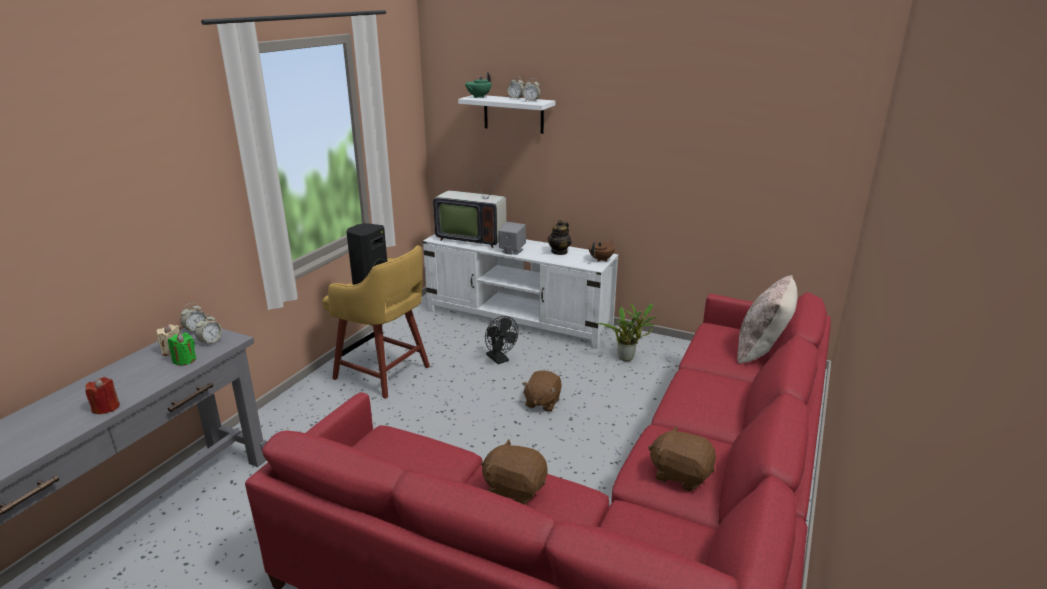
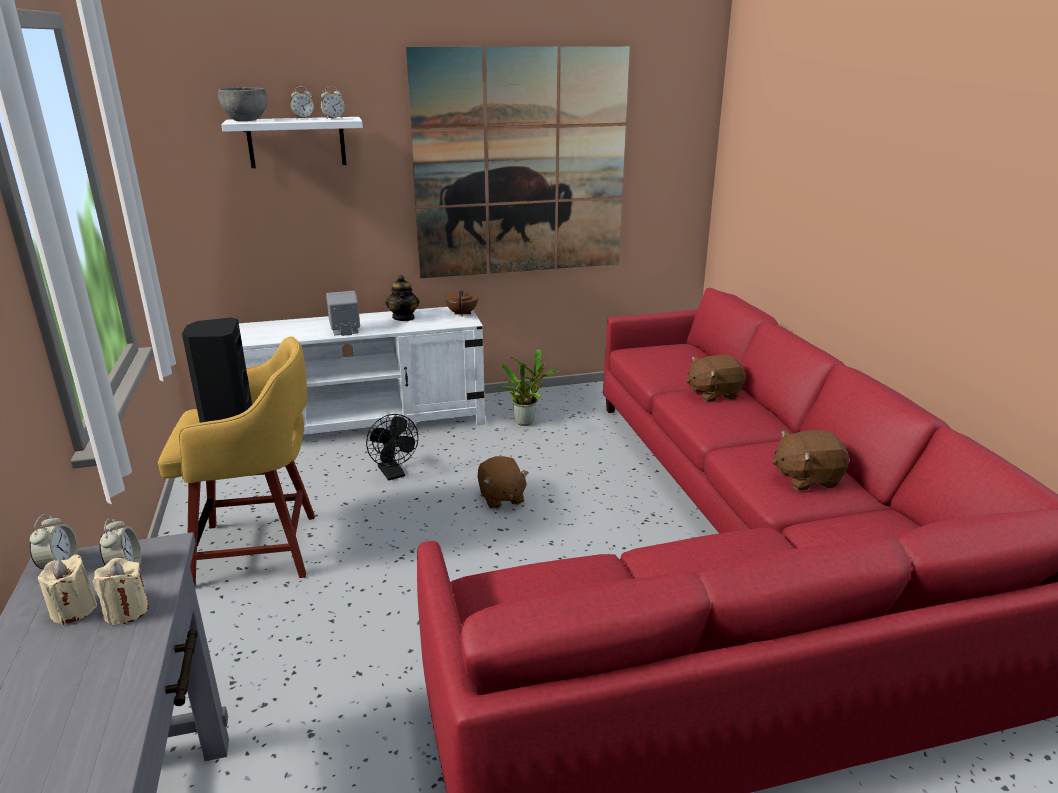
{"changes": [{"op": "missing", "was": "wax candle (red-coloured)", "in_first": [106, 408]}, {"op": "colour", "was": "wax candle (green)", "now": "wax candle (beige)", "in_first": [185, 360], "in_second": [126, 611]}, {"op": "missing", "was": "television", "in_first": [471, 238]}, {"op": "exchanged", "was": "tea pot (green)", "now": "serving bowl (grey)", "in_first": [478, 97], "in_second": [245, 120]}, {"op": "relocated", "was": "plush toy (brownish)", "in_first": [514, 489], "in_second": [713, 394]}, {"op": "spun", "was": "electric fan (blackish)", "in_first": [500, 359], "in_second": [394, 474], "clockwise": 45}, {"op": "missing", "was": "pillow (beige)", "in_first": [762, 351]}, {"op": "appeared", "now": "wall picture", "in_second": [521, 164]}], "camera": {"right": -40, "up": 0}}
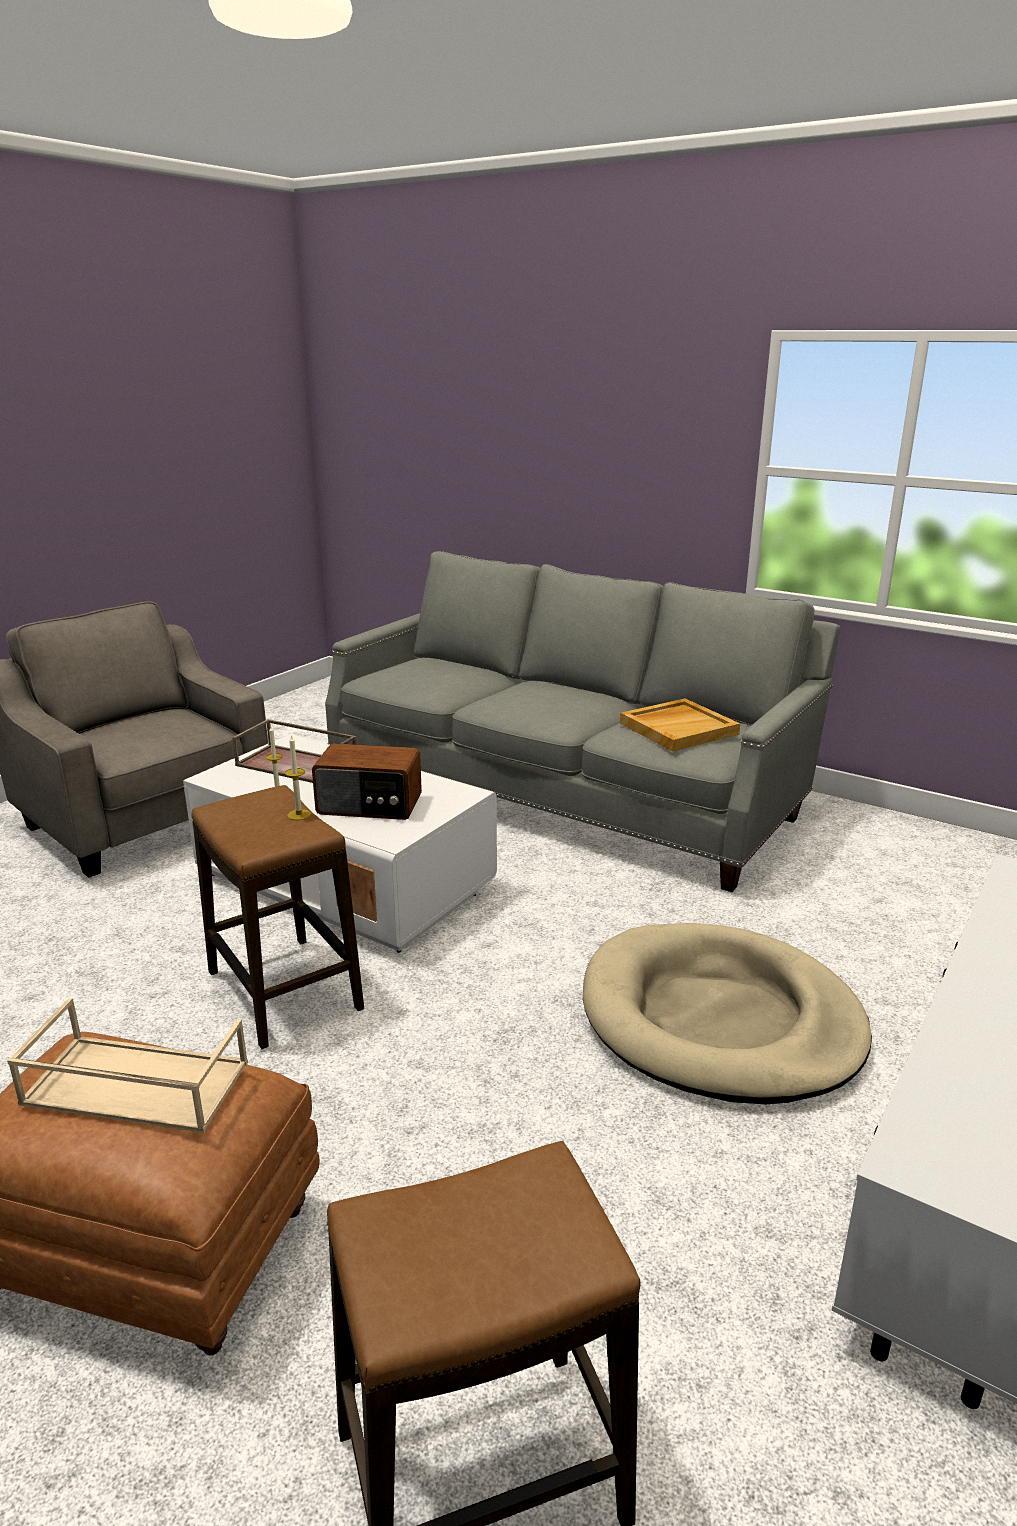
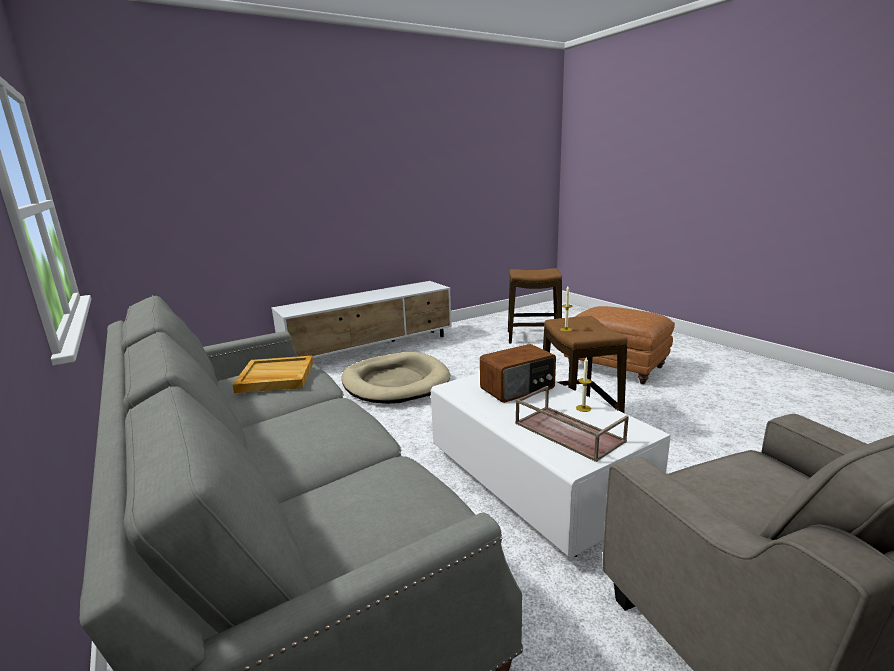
{"changes": [{"op": "missing", "was": "tray (beige)", "in_first": [133, 1084]}, {"op": "spun", "was": "radio", "in_first": [369, 805], "in_second": [518, 388], "clockwise": 120}], "camera": {"right": -155, "up": -5}}
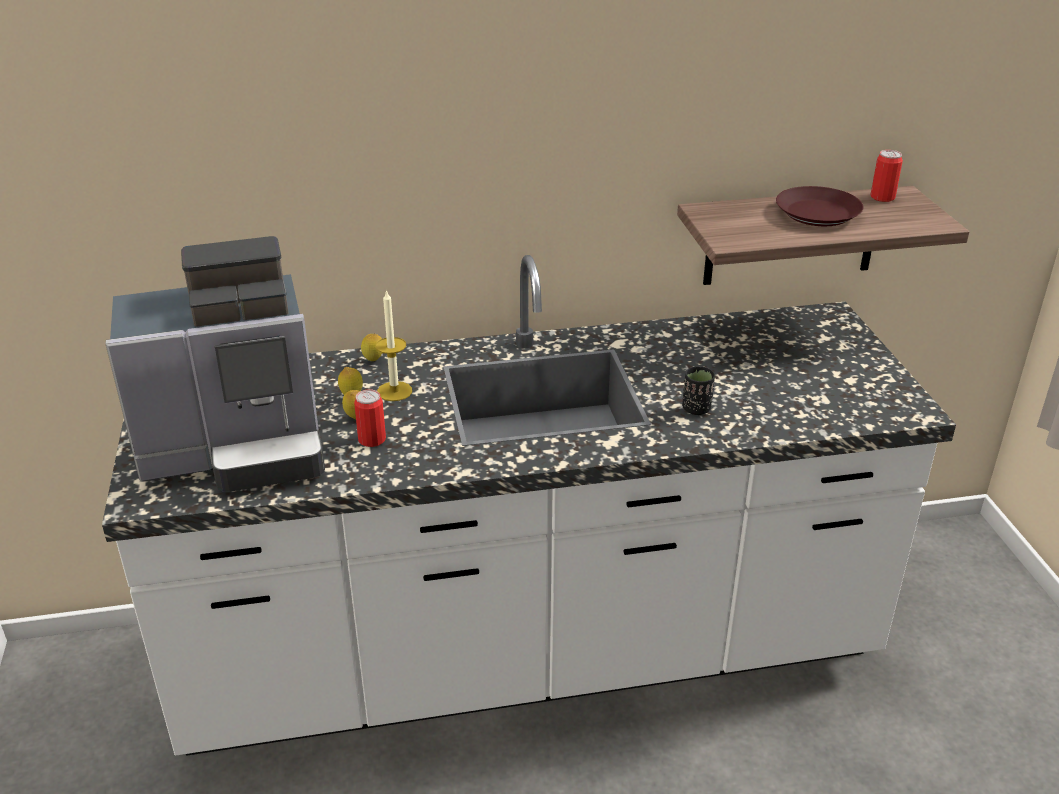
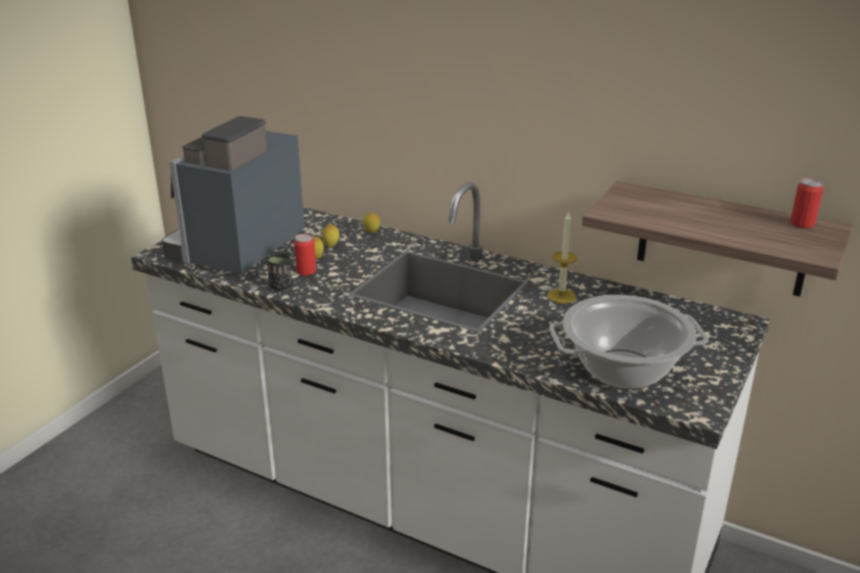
{"changes": [{"op": "spun", "was": "coffee maker", "in_first": [239, 449], "in_second": [237, 249], "clockwise": 90}, {"op": "relocated", "was": "wax candle", "in_first": [394, 391], "in_second": [561, 296]}, {"op": "relocated", "was": "cup (blackish)", "in_first": [696, 409], "in_second": [280, 287]}, {"op": "missing", "was": "flat dish (brownish)", "in_first": [817, 214]}, {"op": "appeared", "now": "stockpot", "in_second": [623, 370]}], "camera": {"right": 40, "up": -5}}
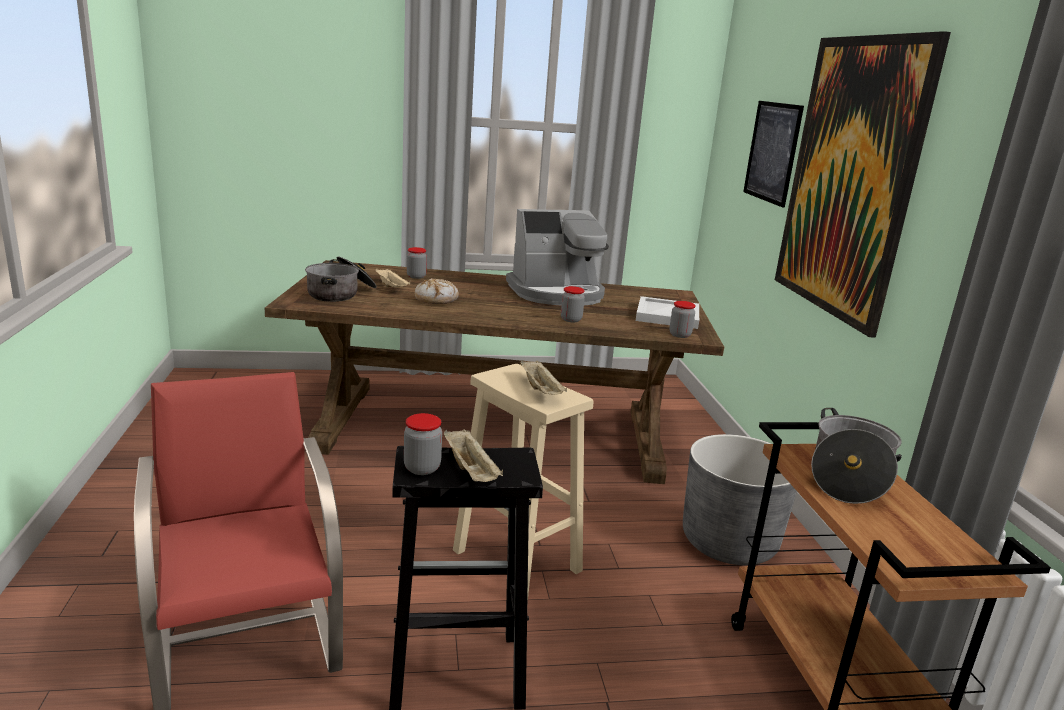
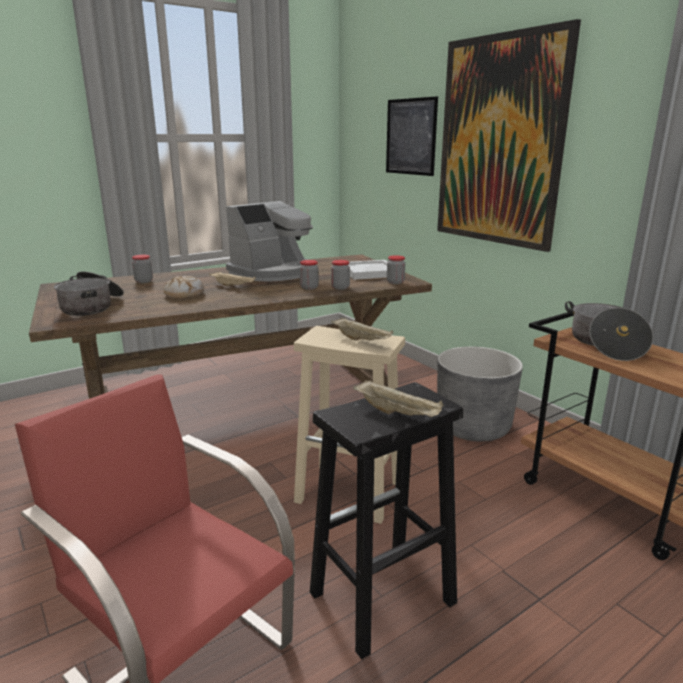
{"changes": [{"op": "relocated", "was": "tray (beige)", "in_first": [392, 287], "in_second": [233, 286]}, {"op": "relocated", "was": "jar", "in_first": [422, 468], "in_second": [340, 288]}], "camera": {"right": -25, "up": 0}}
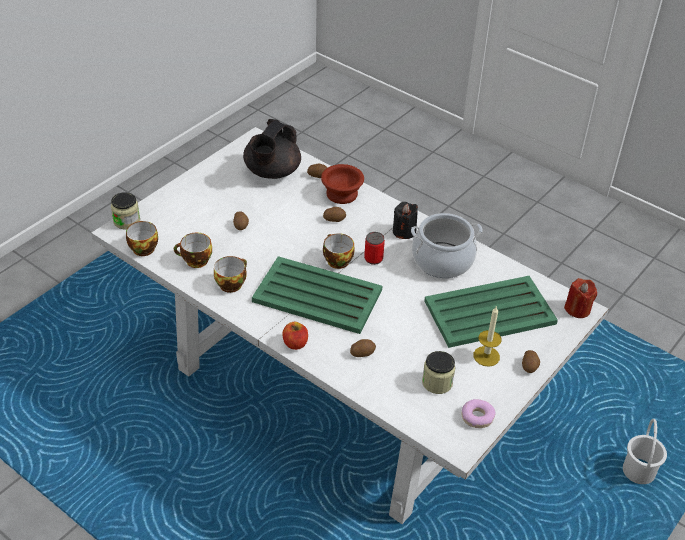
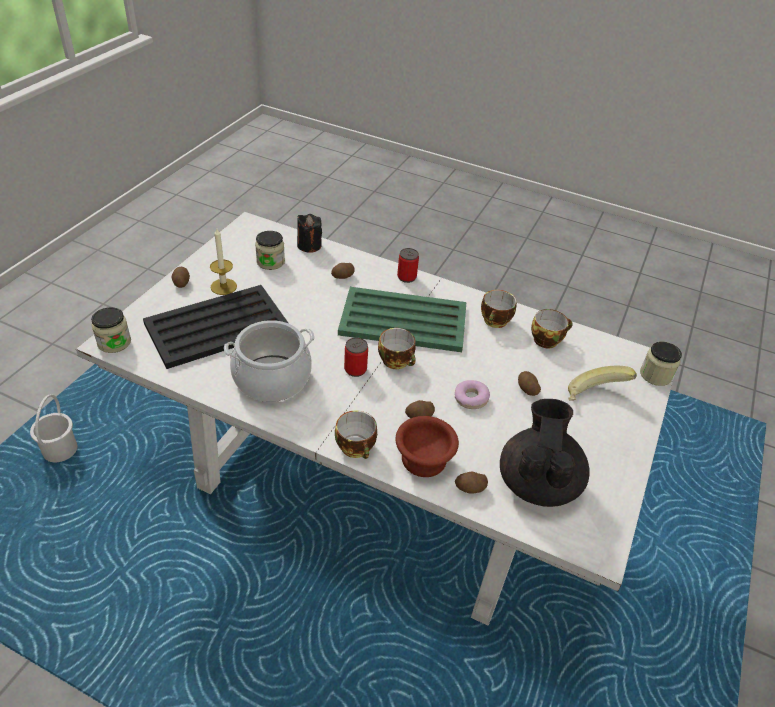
{"changes": [{"op": "relocated", "was": "cup", "in_first": [142, 248], "in_second": [357, 448]}, {"op": "exchanged", "was": "whole apple", "now": "metal can", "in_first": [295, 343], "in_second": [406, 277]}, {"op": "relocated", "was": "wax candle (blackish)", "in_first": [404, 231], "in_second": [309, 245]}, {"op": "colour", "was": "tray (green)", "now": "tray (blackish)", "in_first": [491, 312], "in_second": [215, 327]}, {"op": "relocated", "was": "donut", "in_first": [477, 417], "in_second": [470, 398]}, {"op": "exchanged", "was": "wax candle (red-coloured)", "now": "jar", "in_first": [577, 309], "in_second": [114, 342]}, {"op": "appeared", "now": "whole banana", "in_second": [594, 397]}], "camera": {"right": 165, "up": 0}}
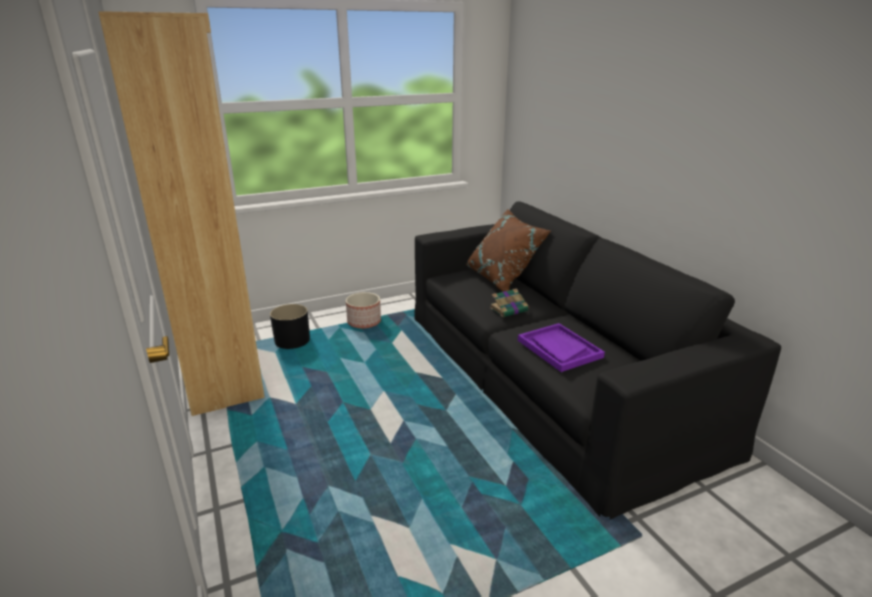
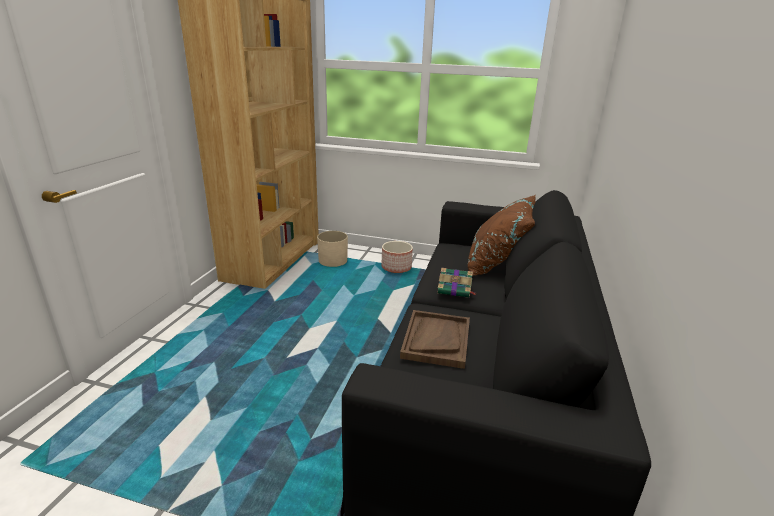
{"changes": [{"op": "colour", "was": "planter (blackish)", "now": "planter (beige)", "in_first": [292, 340], "in_second": [333, 261]}, {"op": "colour", "was": "tray (purplish)", "now": "tray (brownish)", "in_first": [559, 348], "in_second": [436, 340]}], "camera": {"right": 40, "up": 0}}
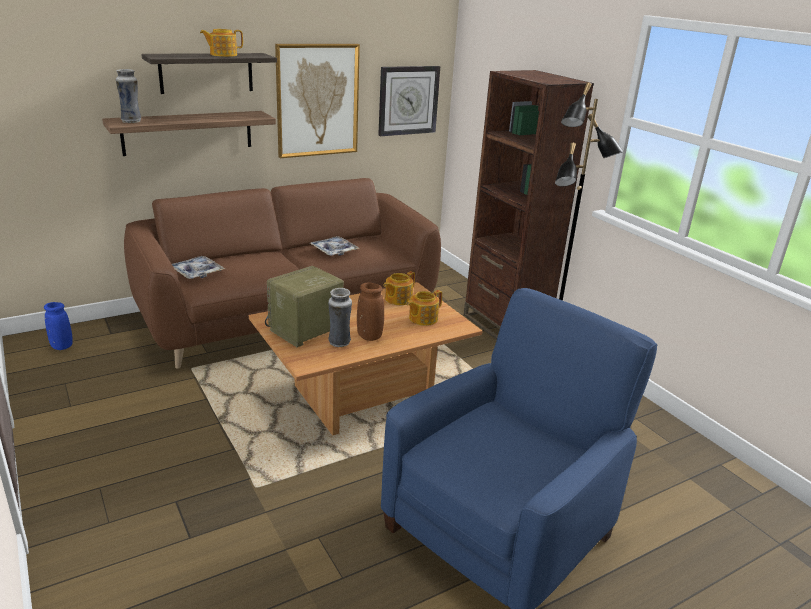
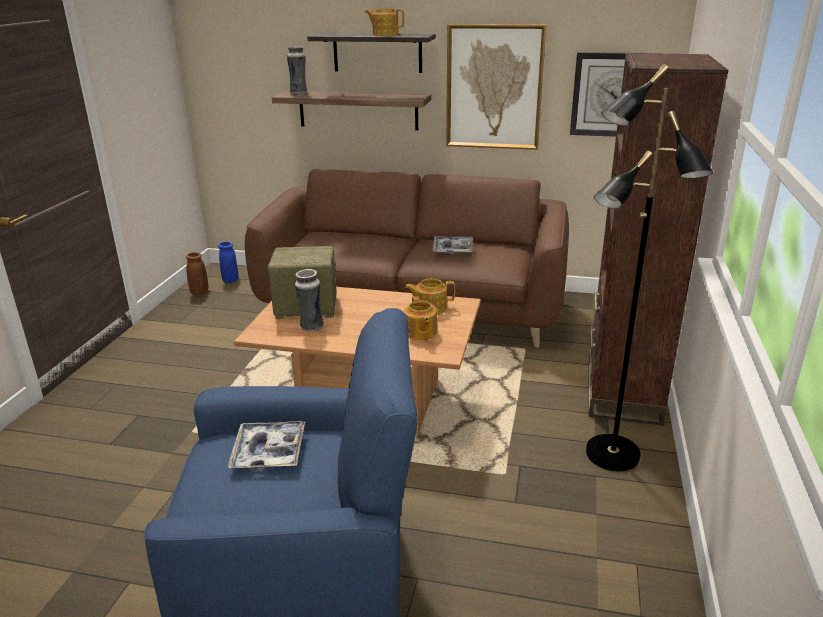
{"changes": [{"op": "relocated", "was": "tray", "in_first": [197, 272], "in_second": [268, 452]}, {"op": "relocated", "was": "flower vase (brownish)", "in_first": [369, 336], "in_second": [200, 292]}, {"op": "spun", "was": "tea pot", "in_first": [422, 319], "in_second": [420, 333], "clockwise": -105}], "camera": {"right": 45, "up": 0}}
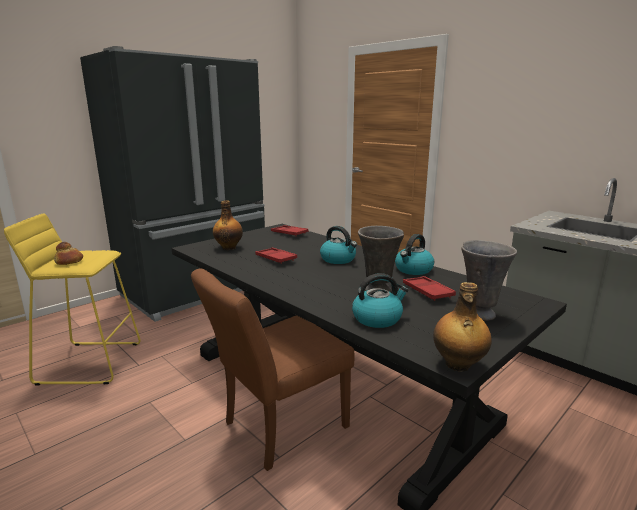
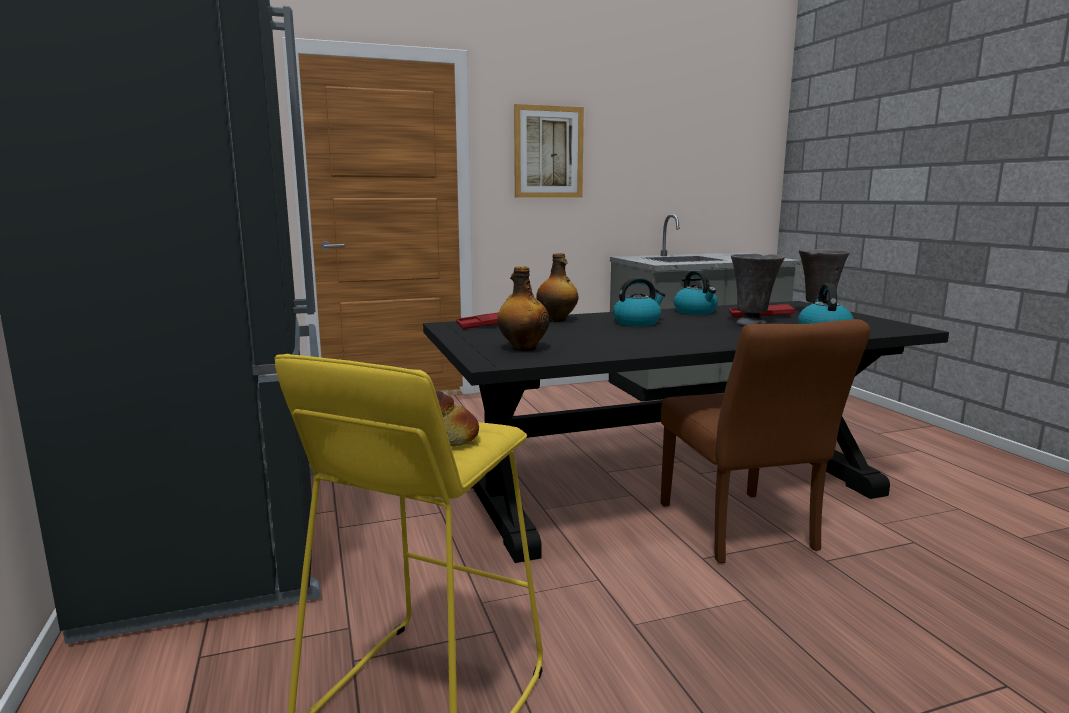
{"changes": [{"op": "missing", "was": "tray (red-coloured)", "in_first": [275, 258]}, {"op": "relocated", "was": "drink bottle", "in_first": [458, 365], "in_second": [557, 320]}, {"op": "appeared", "now": "wall picture", "in_second": [548, 152]}], "camera": {"right": -65, "up": -5}}
